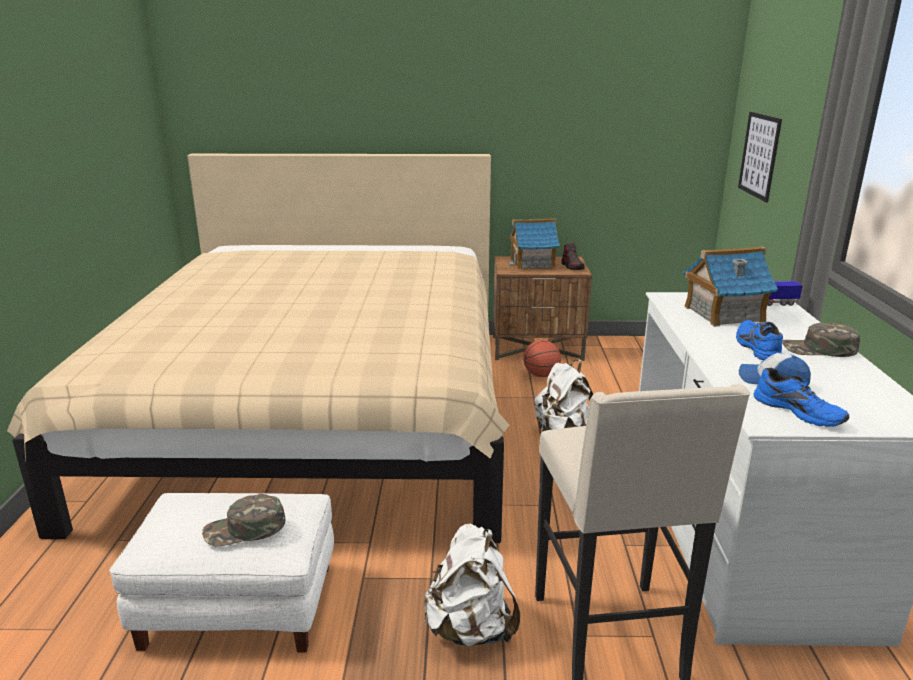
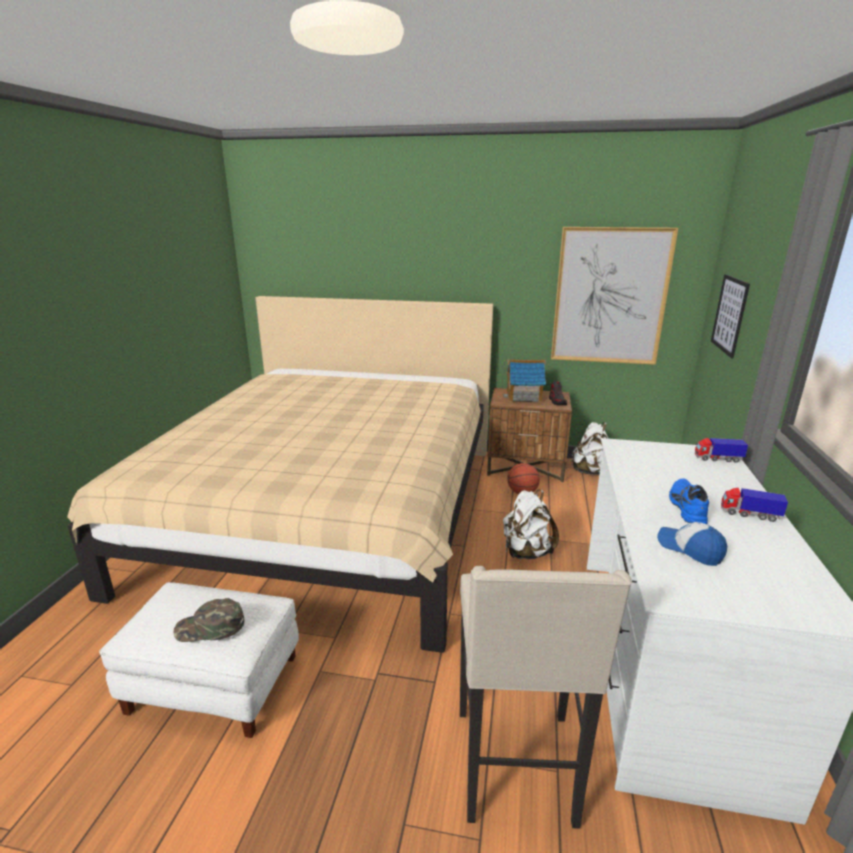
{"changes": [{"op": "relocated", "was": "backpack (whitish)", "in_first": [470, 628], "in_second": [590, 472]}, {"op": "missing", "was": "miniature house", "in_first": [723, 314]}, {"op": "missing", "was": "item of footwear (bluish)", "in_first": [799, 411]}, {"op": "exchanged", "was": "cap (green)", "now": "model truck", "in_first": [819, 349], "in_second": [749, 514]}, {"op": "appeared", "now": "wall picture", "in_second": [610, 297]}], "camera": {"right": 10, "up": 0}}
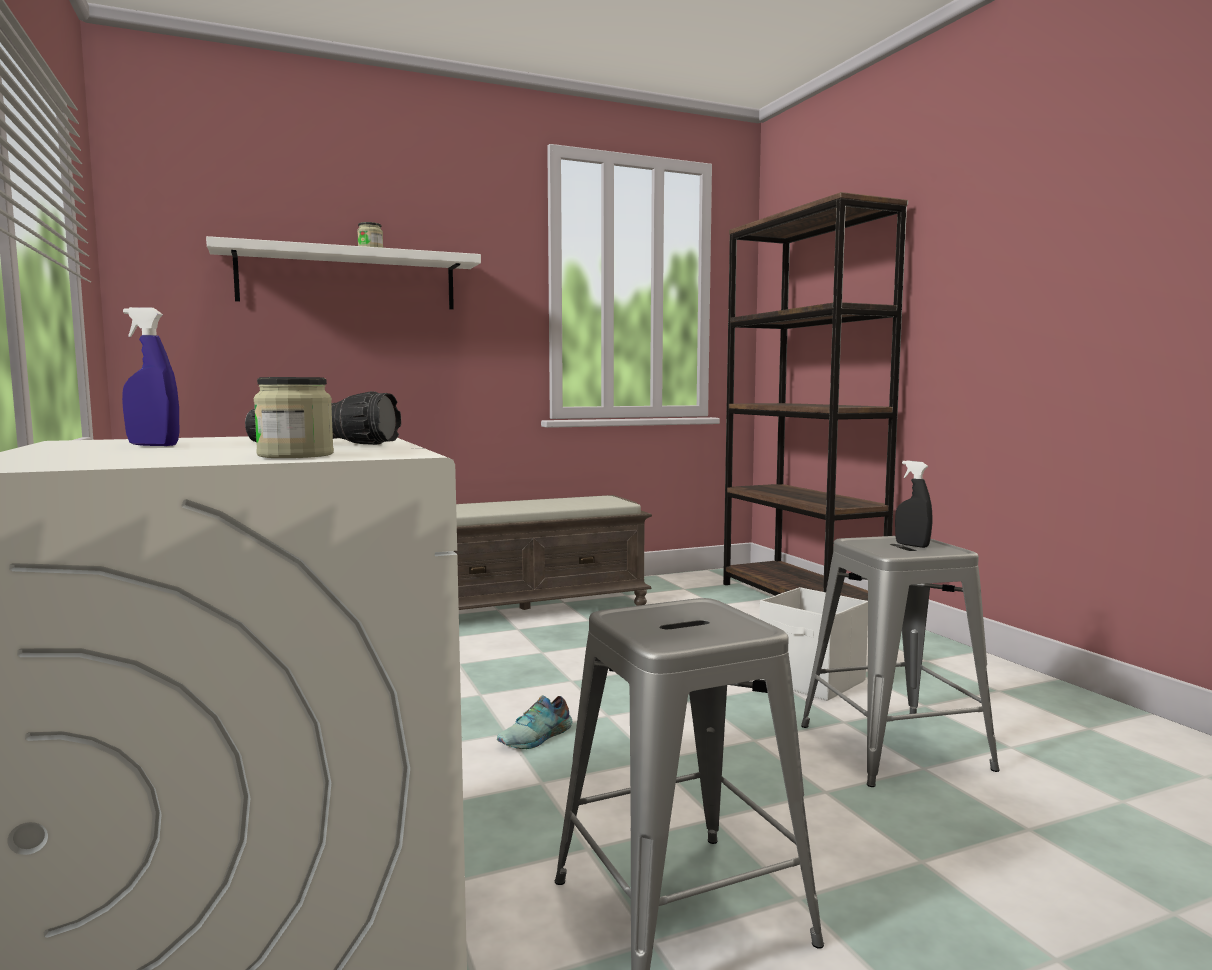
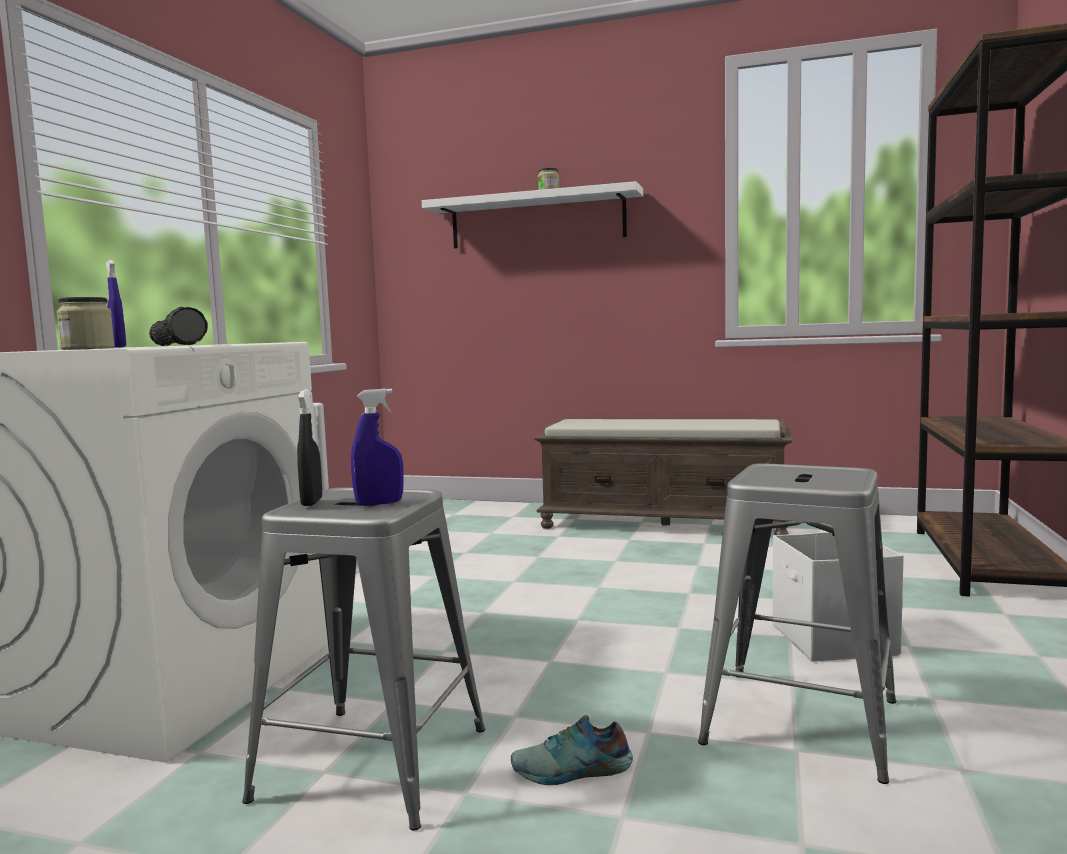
{"changes": [{"op": "relocated", "was": "item of footwear", "in_first": [537, 737], "in_second": [572, 770]}, {"op": "relocated", "was": "sprayer (blackish)", "in_first": [912, 545], "in_second": [312, 502]}, {"op": "appeared", "now": "sprayer (bluish)", "in_second": [379, 503]}], "camera": {"right": 40, "up": 0}}
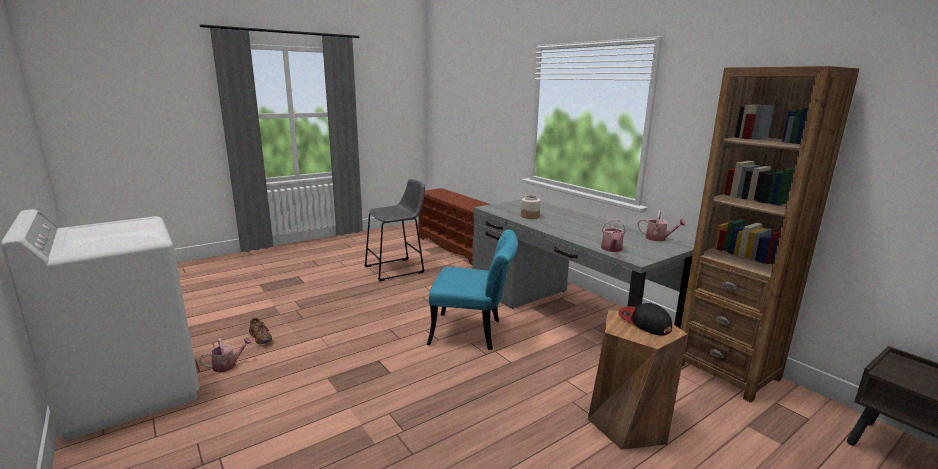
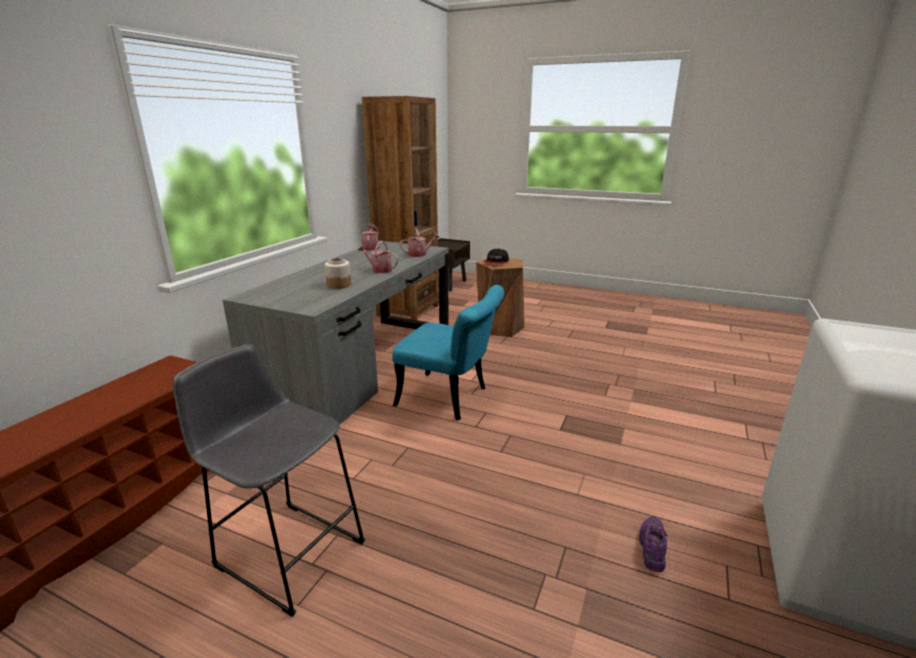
{"changes": [{"op": "relocated", "was": "watering can", "in_first": [228, 365], "in_second": [379, 270]}, {"op": "colour", "was": "item of footwear (brownish)", "now": "item of footwear (purplish)", "in_first": [260, 338], "in_second": [652, 549]}, {"op": "spun", "was": "upright chair (blue-green)", "in_first": [474, 332], "in_second": [450, 398], "clockwise": 135}], "camera": {"right": -120, "up": 5}}
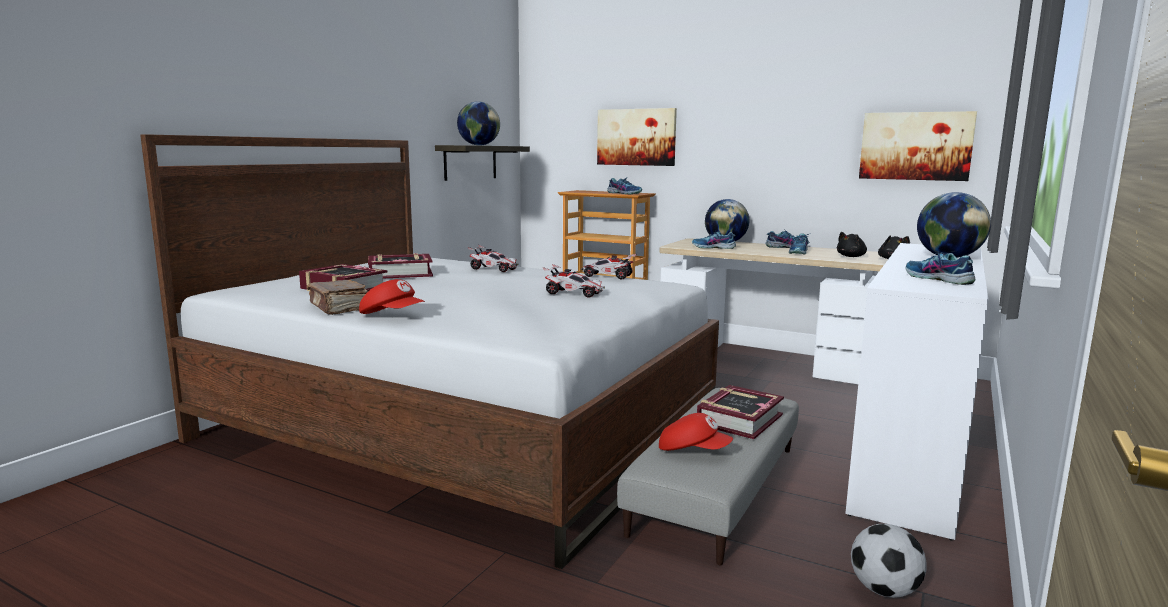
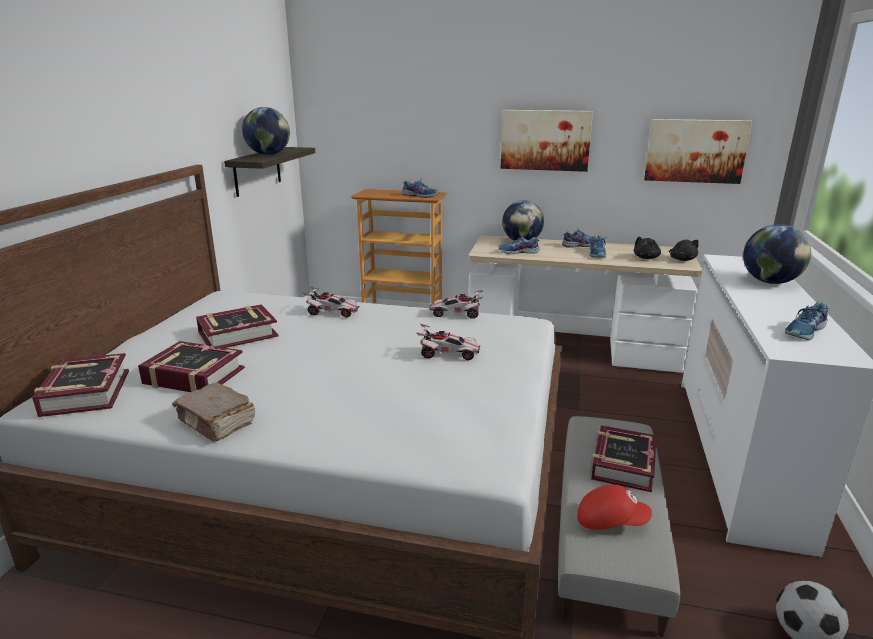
{"changes": [{"op": "missing", "was": "cap (red-coloured)", "in_first": [393, 316]}, {"op": "relocated", "was": "wall picture", "in_first": [636, 137], "in_second": [545, 140]}, {"op": "spun", "was": "item of footwear", "in_first": [937, 279], "in_second": [806, 331], "clockwise": -90}, {"op": "appeared", "now": "bound book", "in_second": [85, 393]}], "camera": {"right": -15, "up": 10}}
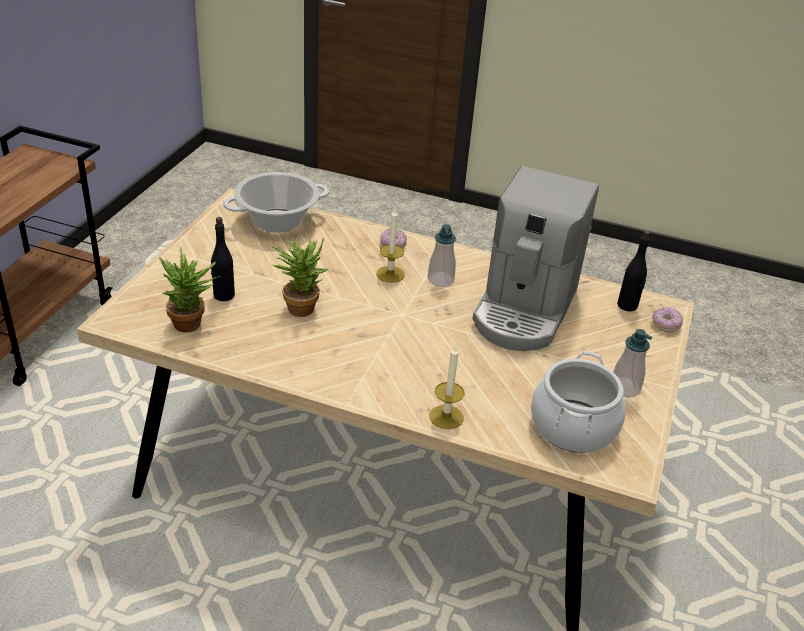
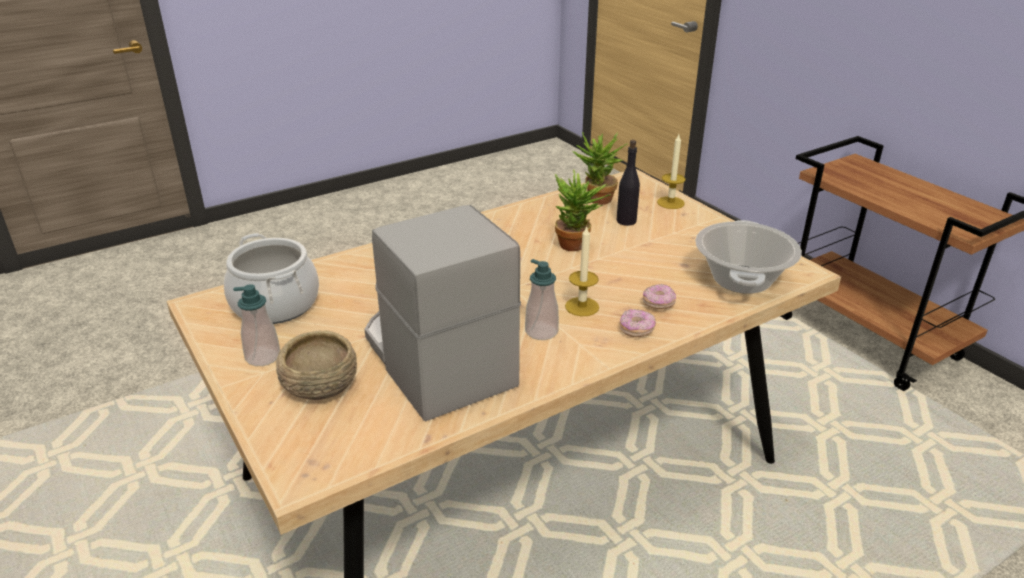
{"changes": [{"op": "relocated", "was": "wax candle", "in_first": [446, 417], "in_second": [670, 203]}, {"op": "missing", "was": "drink bottle (blackish)", "in_first": [627, 305]}, {"op": "relocated", "was": "donut", "in_first": [665, 325], "in_second": [658, 304]}, {"op": "appeared", "now": "serving bowl (beige)", "in_second": [319, 381]}], "camera": {"right": 130, "up": -5}}
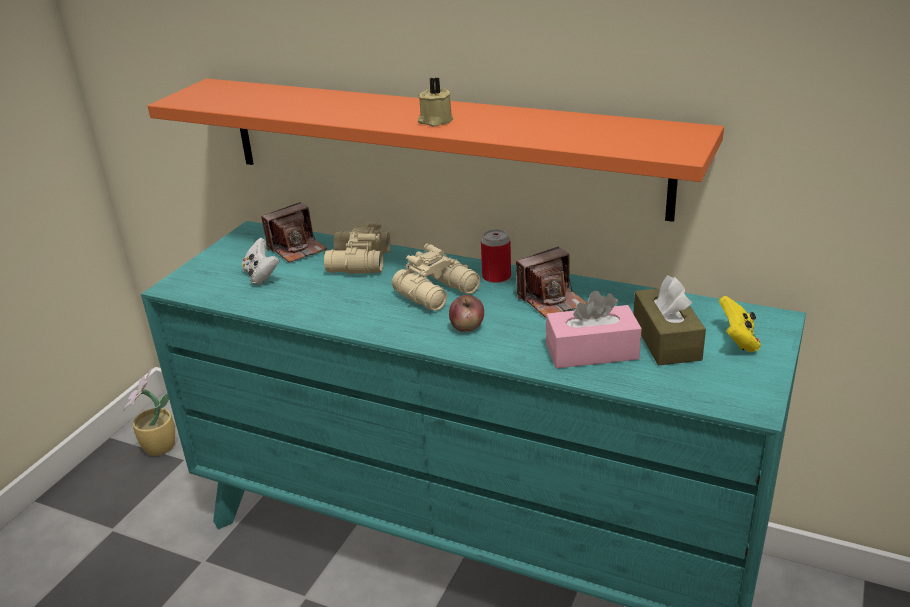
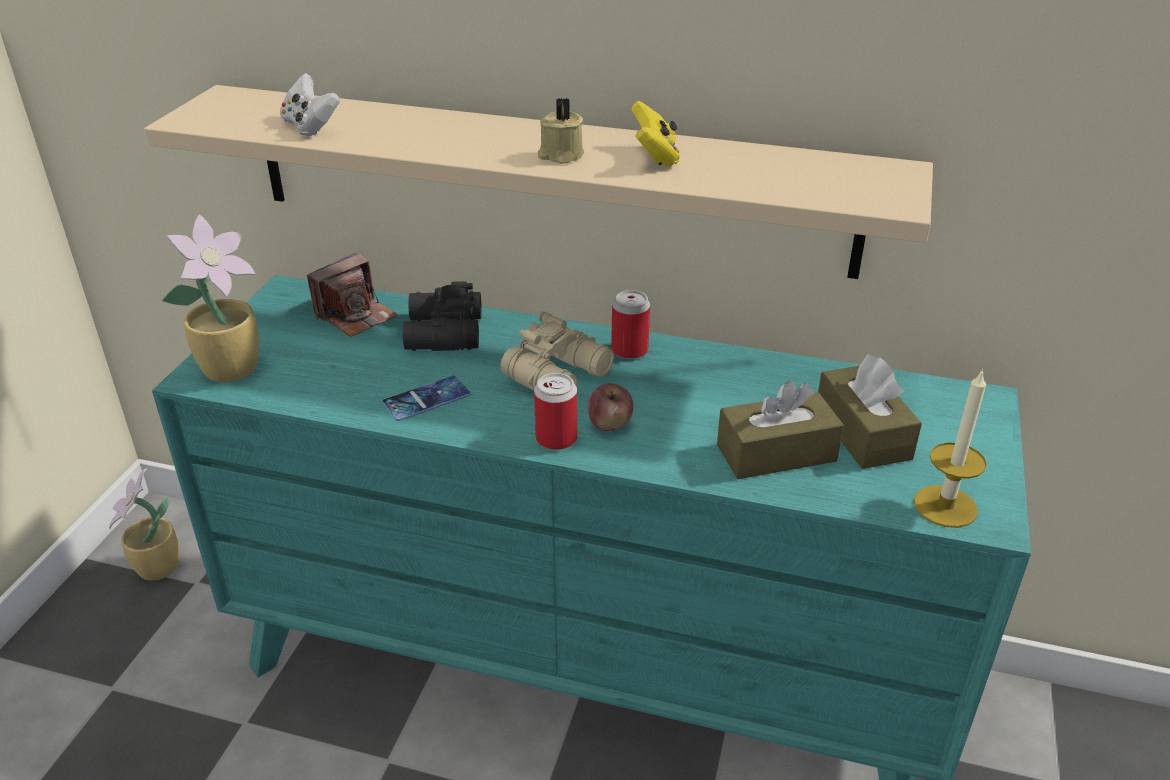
{"changes": [{"op": "colour", "was": "wall shelf (orange)", "now": "wall shelf (beige)", "in_first": [436, 145], "in_second": [547, 179]}, {"op": "relocated", "was": "gamepad (whitish)", "in_first": [261, 276], "in_second": [310, 127]}, {"op": "colour", "was": "field glasses (beige)", "now": "field glasses (blackish)", "in_first": [357, 262], "in_second": [442, 334]}, {"op": "missing", "was": "photo camera", "in_first": [552, 300]}, {"op": "colour", "was": "box of tissues (pink-coloured)", "now": "box of tissues (brownish)", "in_first": [592, 351], "in_second": [776, 453]}, {"op": "relocated", "was": "gamepad (yellow)", "in_first": [738, 341], "in_second": [655, 157]}, {"op": "appeared", "now": "plant in a pot", "in_second": [234, 368]}, {"op": "appeared", "now": "telephone", "in_second": [426, 399]}, {"op": "appeared", "now": "metal can", "in_second": [556, 438]}, {"op": "appeared", "now": "wax candle", "in_second": [945, 506]}], "camera": {"right": -10, "up": 5}}
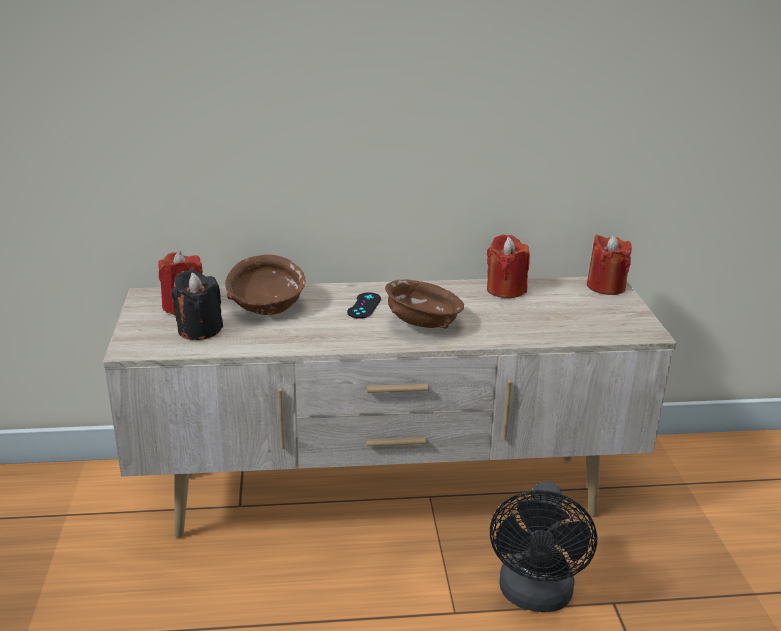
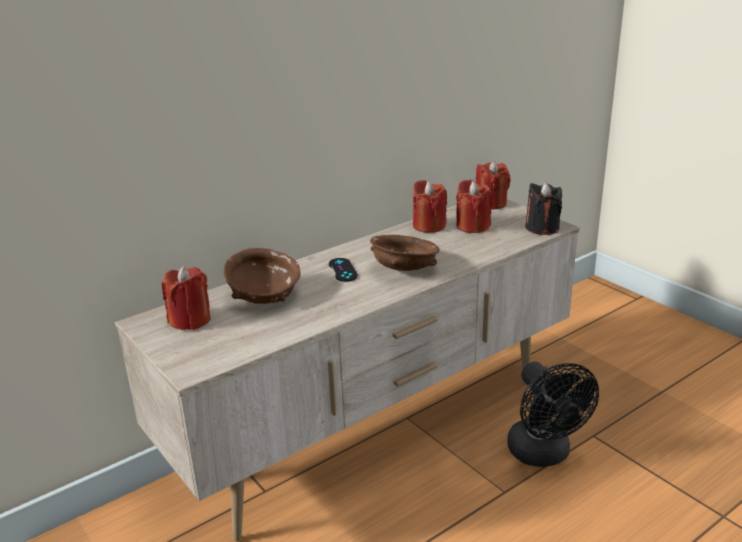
{"changes": [{"op": "relocated", "was": "wax candle (blackish)", "in_first": [199, 330], "in_second": [542, 228]}, {"op": "appeared", "now": "wax candle (red-coloured)", "in_second": [472, 226]}], "camera": {"right": -30, "up": 0}}
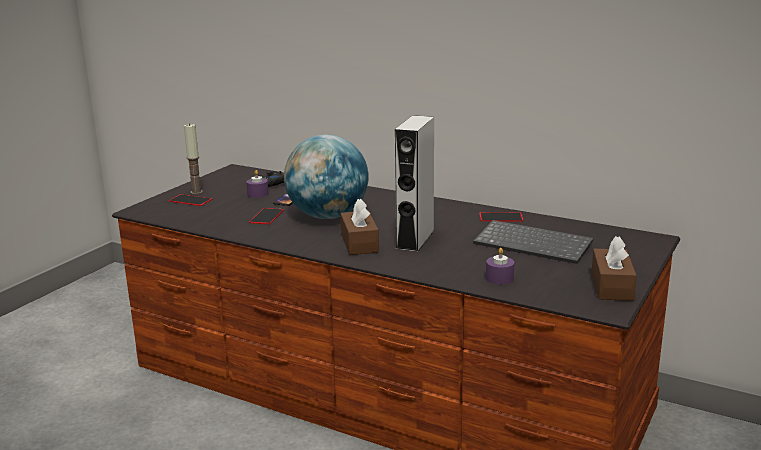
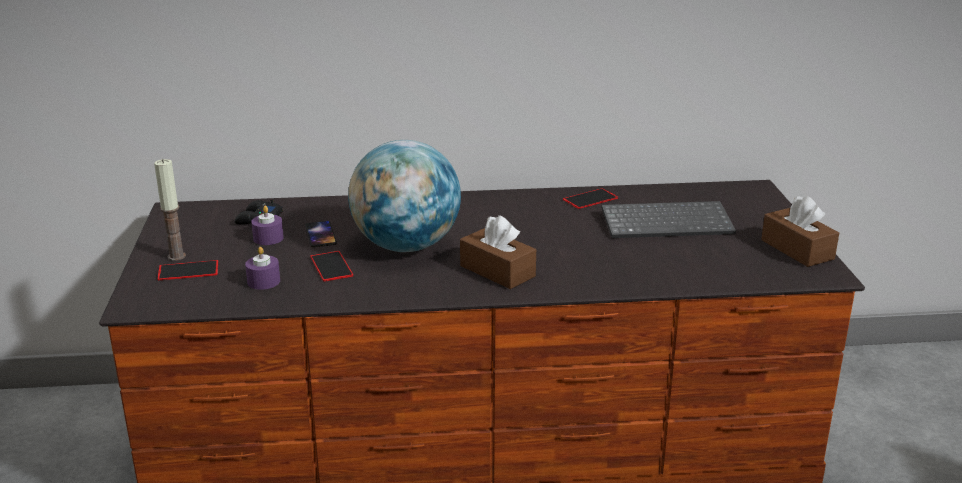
{"changes": [{"op": "missing", "was": "loudspeaker (grey)", "in_first": [415, 239]}, {"op": "relocated", "was": "wax candle (purplish)", "in_first": [499, 278], "in_second": [263, 281]}], "camera": {"right": -35, "up": 5}}
